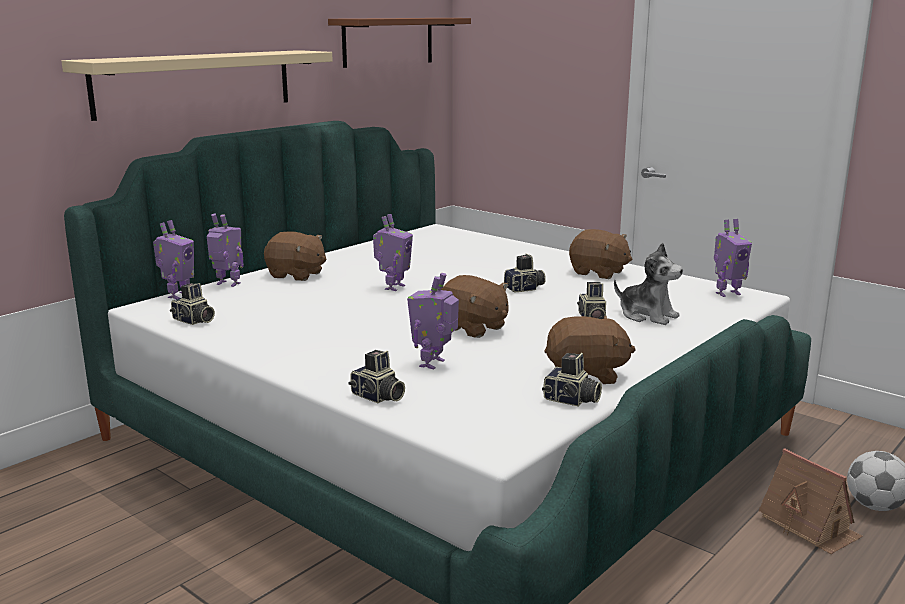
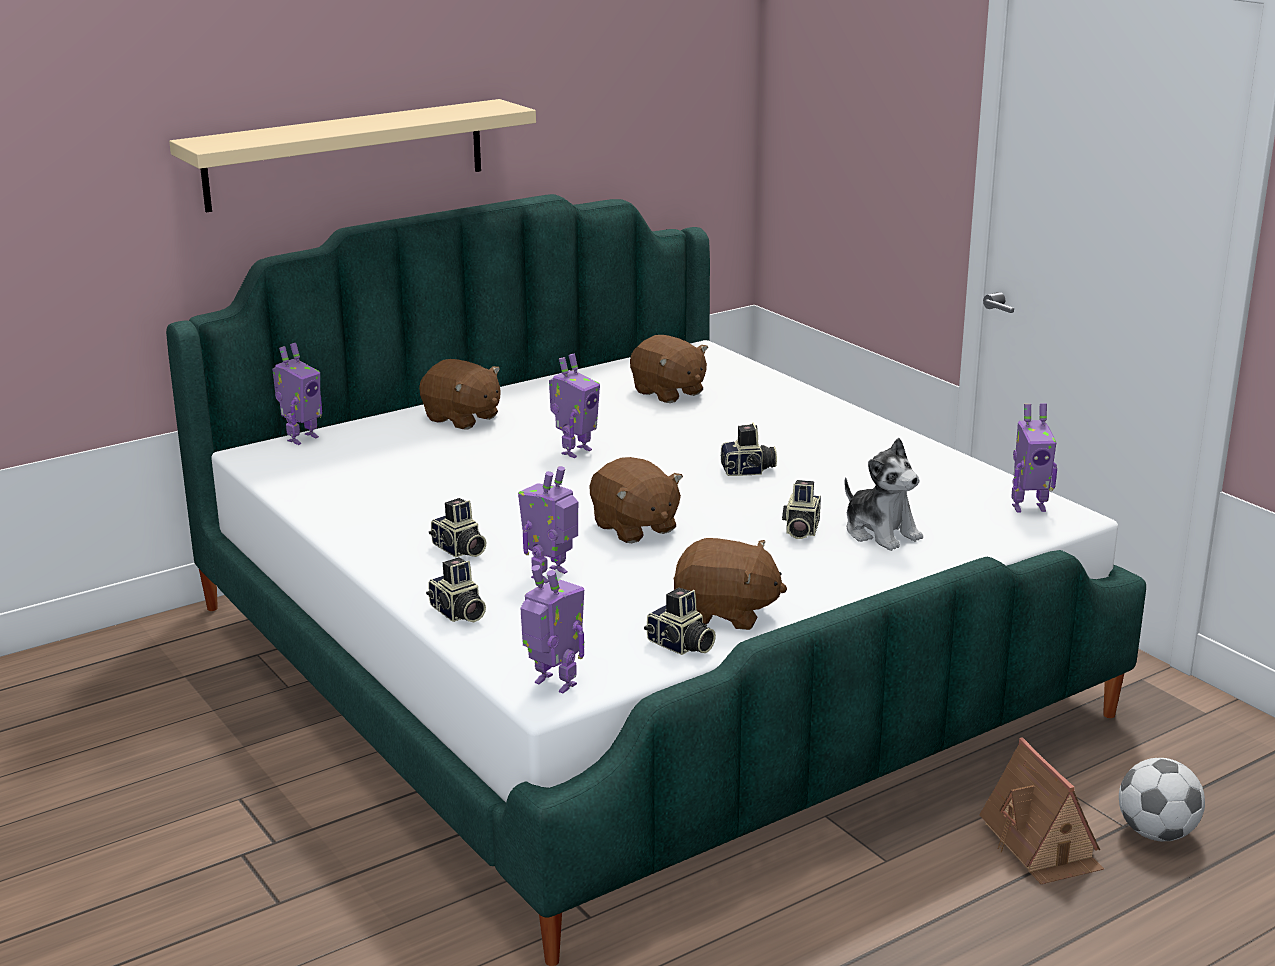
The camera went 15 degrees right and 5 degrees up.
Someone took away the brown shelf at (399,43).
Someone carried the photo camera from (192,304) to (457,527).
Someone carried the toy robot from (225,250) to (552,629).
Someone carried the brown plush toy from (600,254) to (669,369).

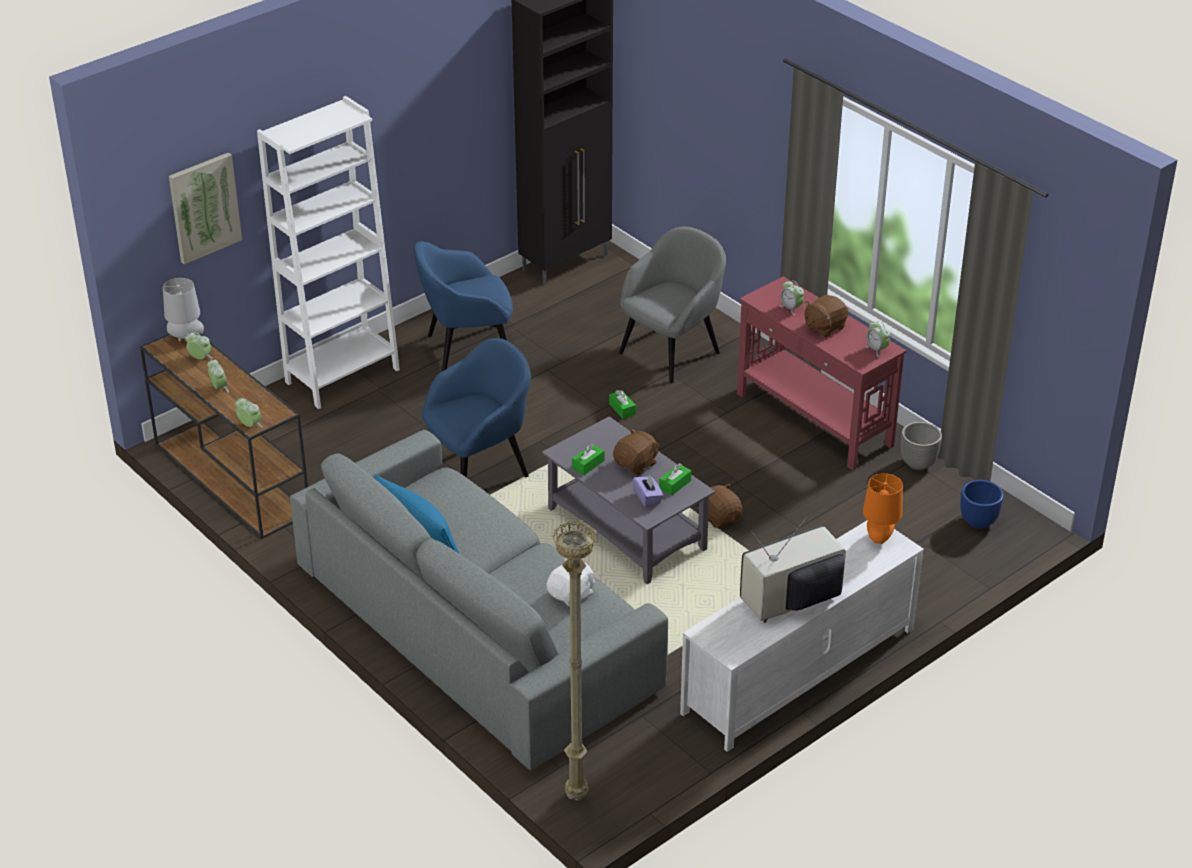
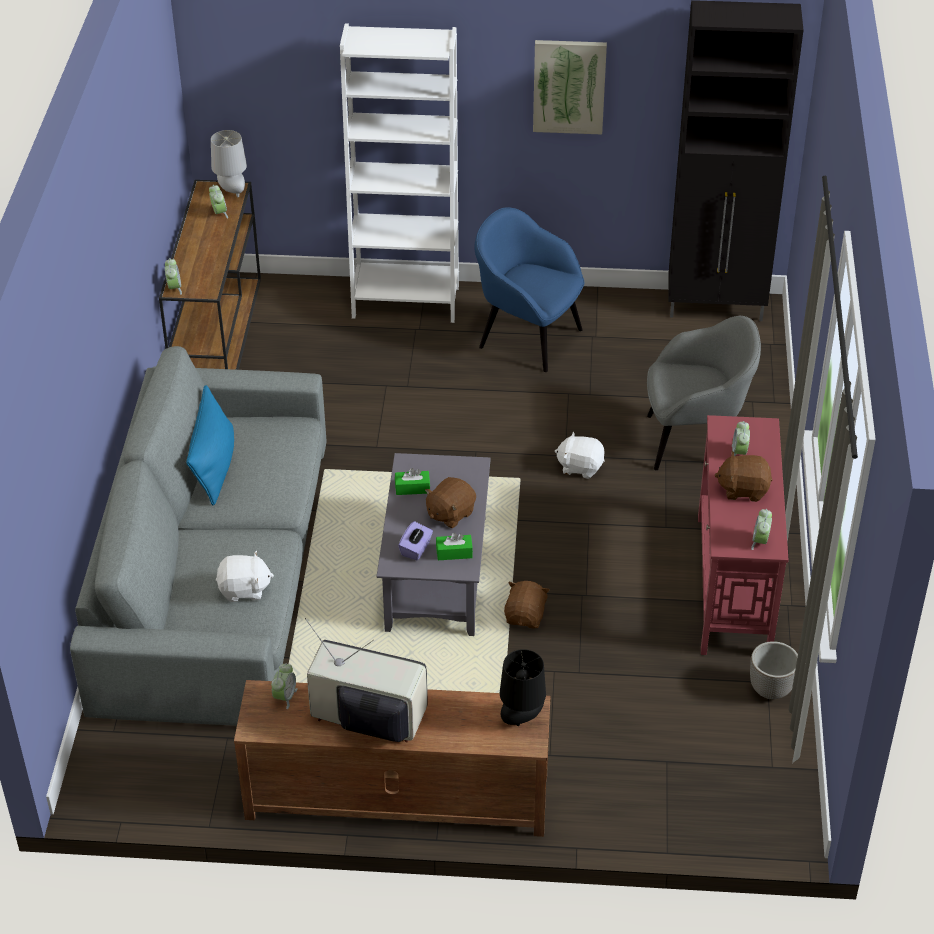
The camera went 45 degrees right and 5 degrees up.
Someone took away the blue armchair at (476,407).
Someone took away the beige floor lamp at (574,661).
Someone took away the blue planter at (981,504).
Someone carried the picture from (205,208) to (570,87).
Someone carried the alarm clock from (218,376) to (284,686).
Someone swapped the green tissue box at (622,404) for the white plush toy at (580,455).
Someone repainted the white tv stand at (802,636), which became the brown tv stand at (392,758).
Someone repainted the orange table lamp at (883,508), which became the black table lamp at (523,687).
Someone rotated the brown plush toy at (636,452) by 135 degrees clockwise.

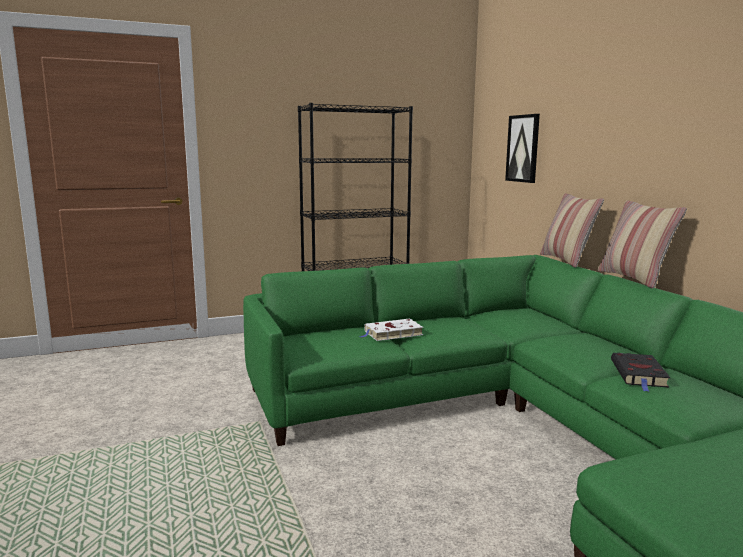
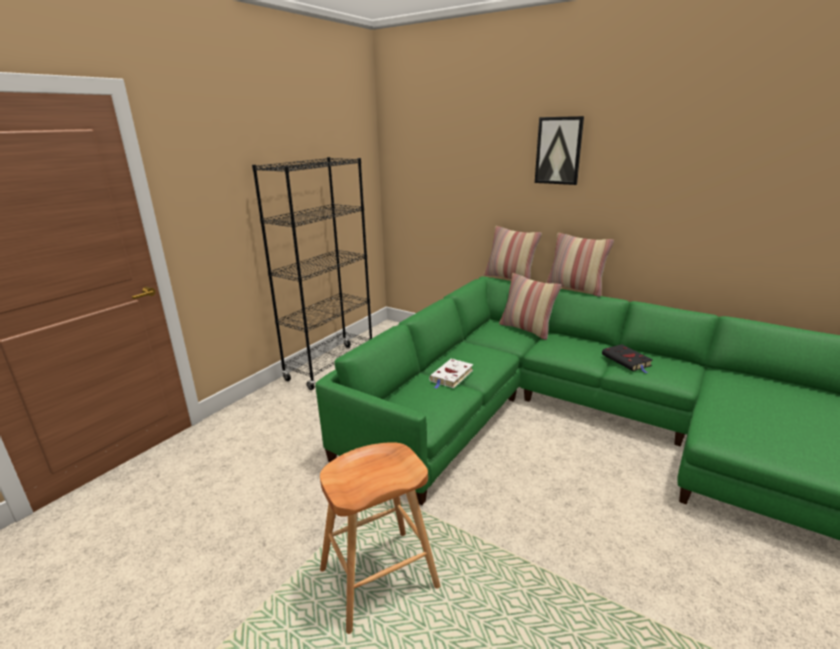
The camera went 35 degrees left and 10 degrees up.
Someone put down the brown stool at (380,538).
Someone put down the pillow at (530,306).
Someone carried the picture from (522,148) to (559,150).

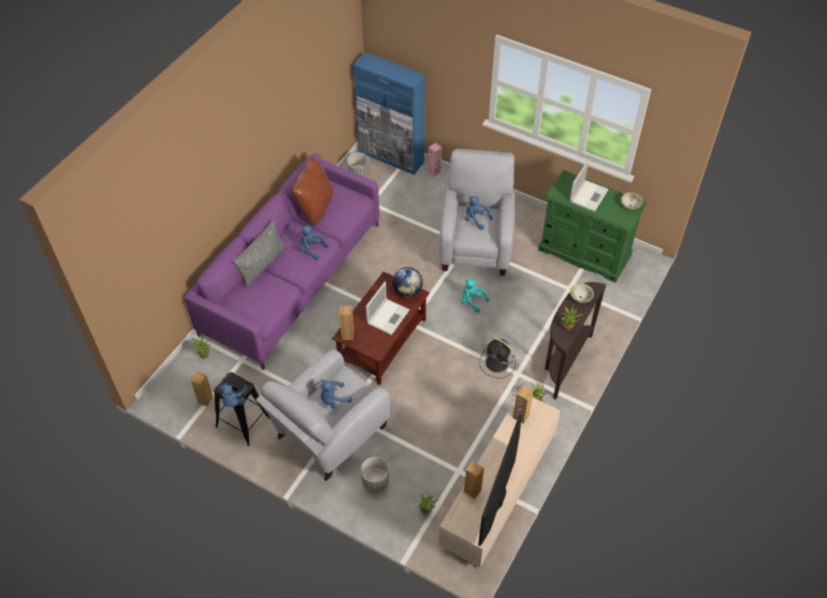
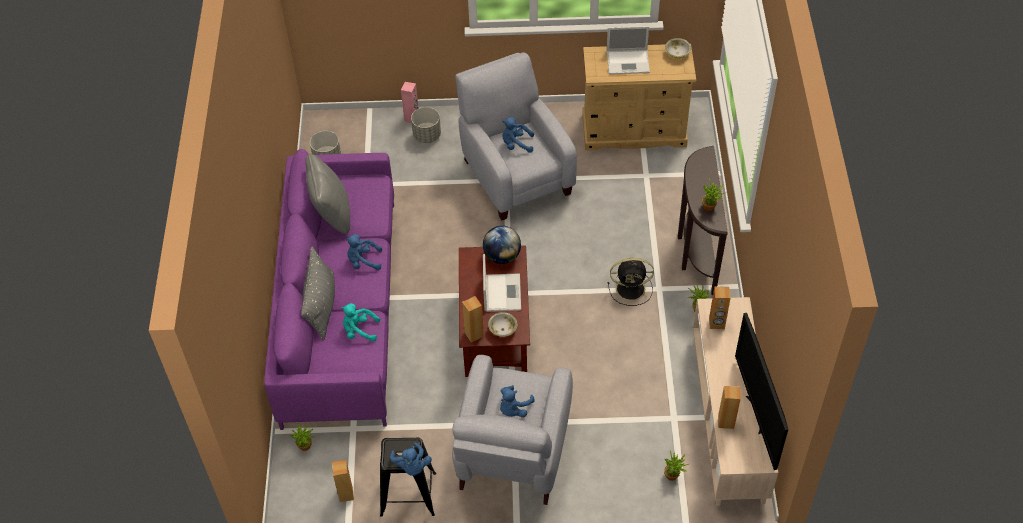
The camera went 30 degrees left and 0 degrees up.
Someone took away the blue cabinet at (389,114).
Someone carried the grey planter from (375,474) to (426,125).
Someone carried the turquoise plush toy from (475,296) to (360,322).
Someone carried the bowl from (582,293) to (502,324).
Someone repainted the brown pillow at (313,191), which became the grey pillow at (327,194).
Someone repainted the green dresser at (592,226), which became the beige dresser at (639,97).
Someone rotated the laptop at (589,186) by 90 degrees clockwise.

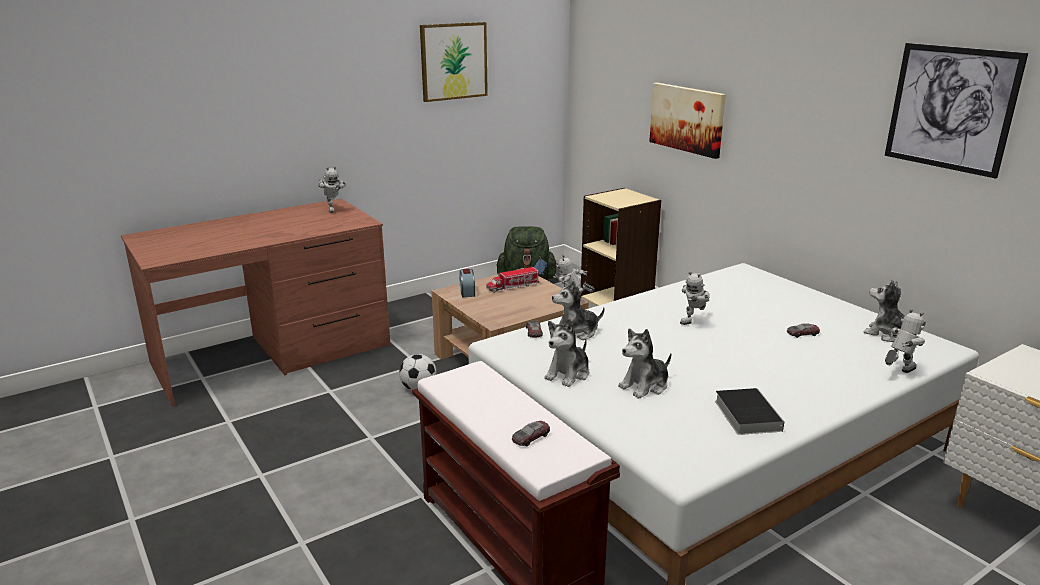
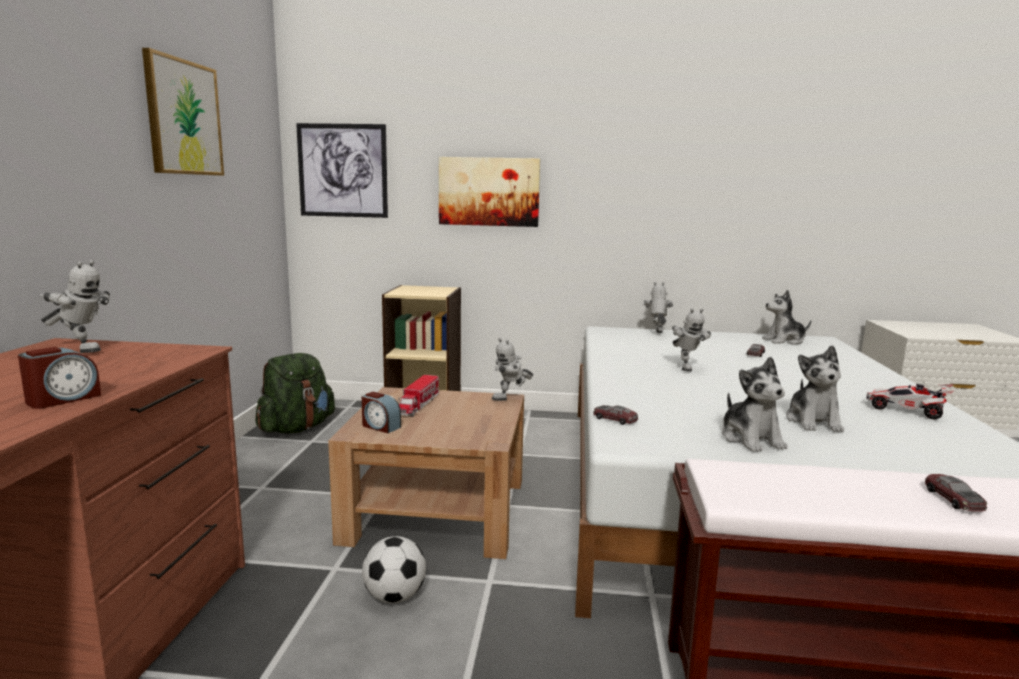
The camera went 50 degrees left and 10 degrees down.
Someone took away the plush toy at (578,310).
Someone put down the alarm clock at (59,378).
Someone carried the picture from (956,111) to (342,170).
Someone carried the toy robot from (905,340) to (658,307).
Someone swapped the book at (750,411) for the toy car at (910,401).

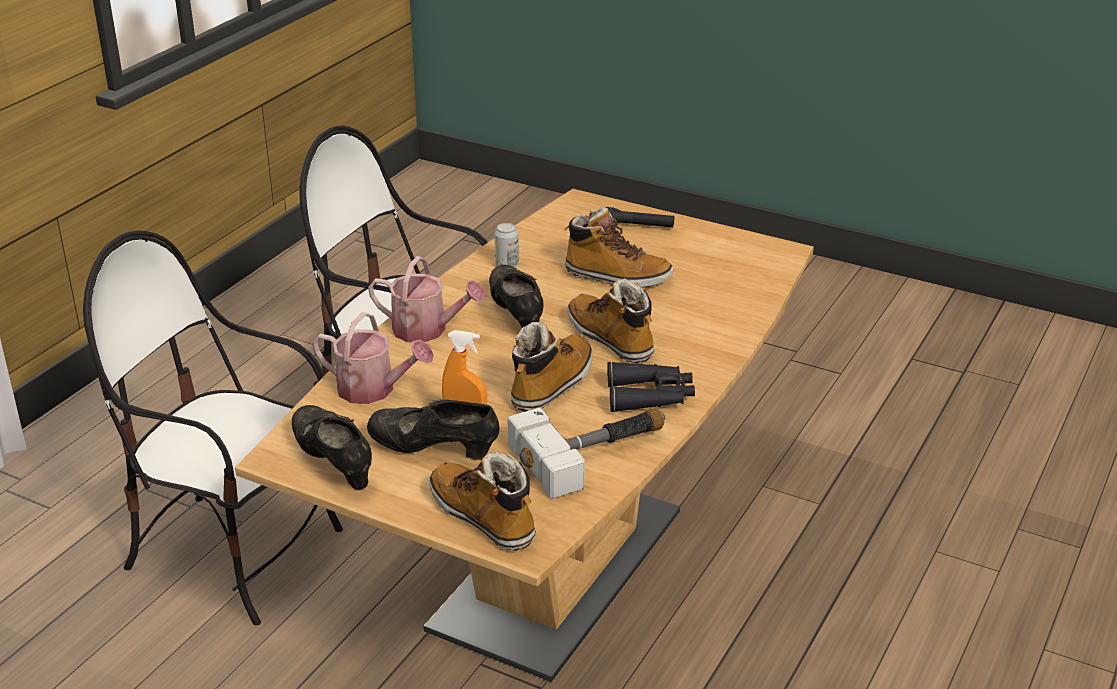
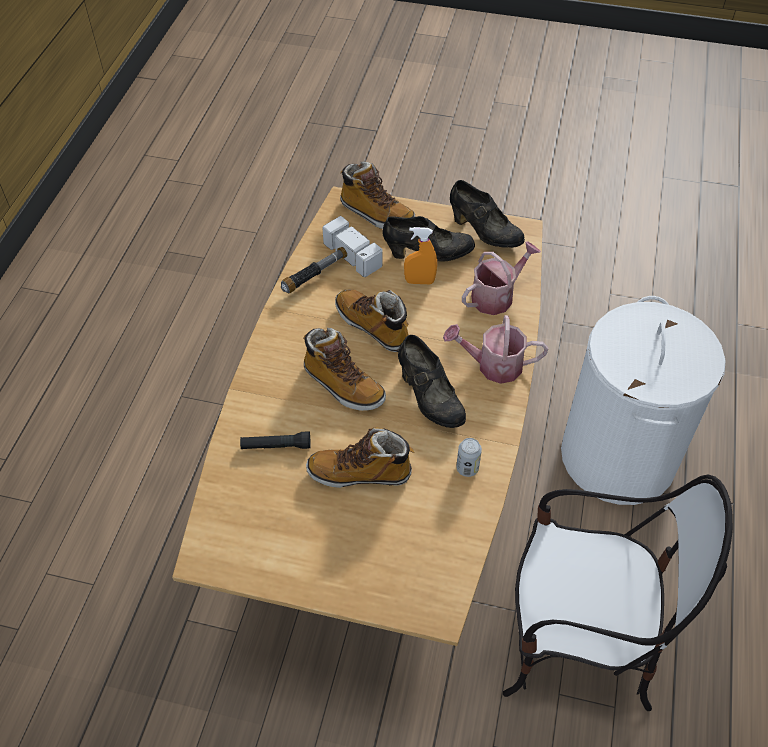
The camera went 165 degrees right and 20 degrees up.
Someone took away the black binoculars at (651,387).
Someone carried the black flashlight from (639,217) to (275,440).
Someone swapped the chair at (213,428) for the white laundry basket at (643,400).
Someone rotated the watering can at (373,358) by 135 degrees clockwise.
Someone rotated the boot at (551,366) by 120 degrees clockwise.

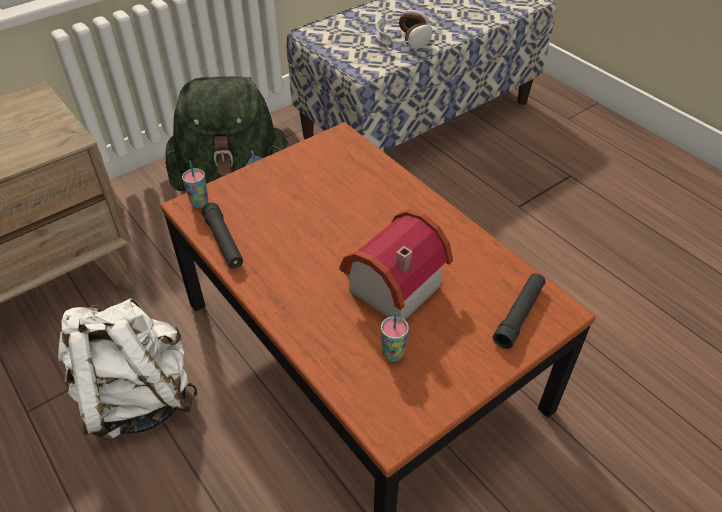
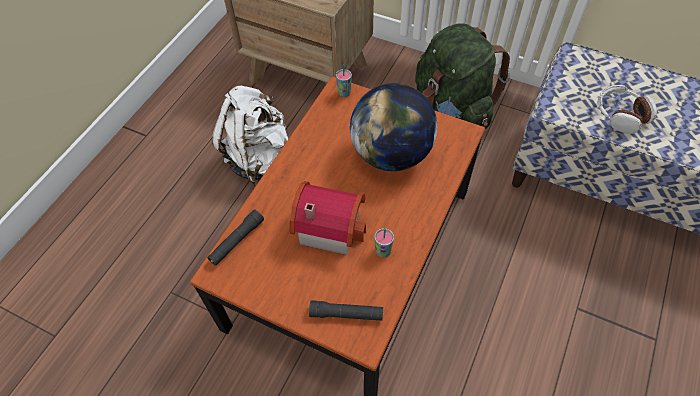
The camera went 65 degrees right and 10 degrees up.
Someone put down the globe at (393,127).
Someone carried the black flashlight from (222,236) to (235,237).
Someone carried the cup from (395,336) to (384,243).

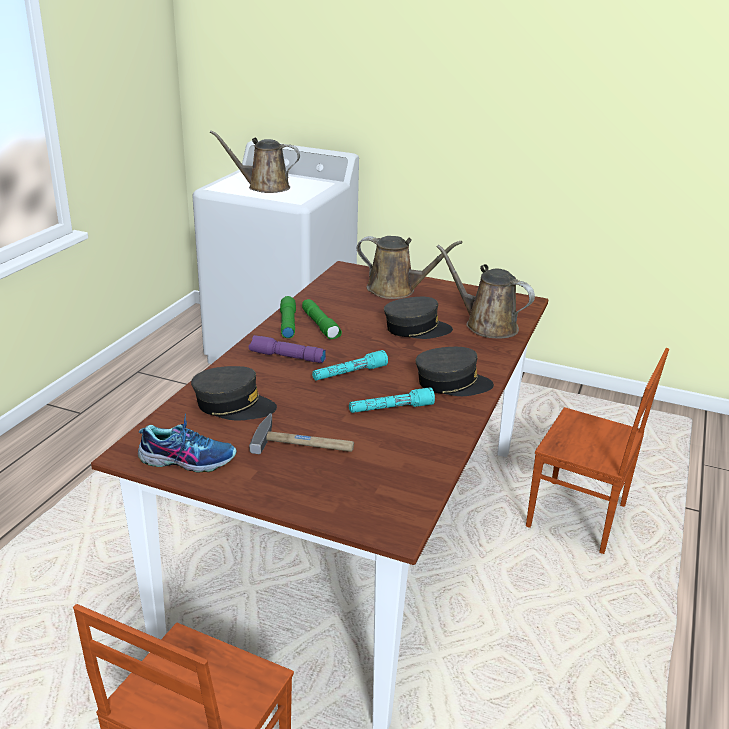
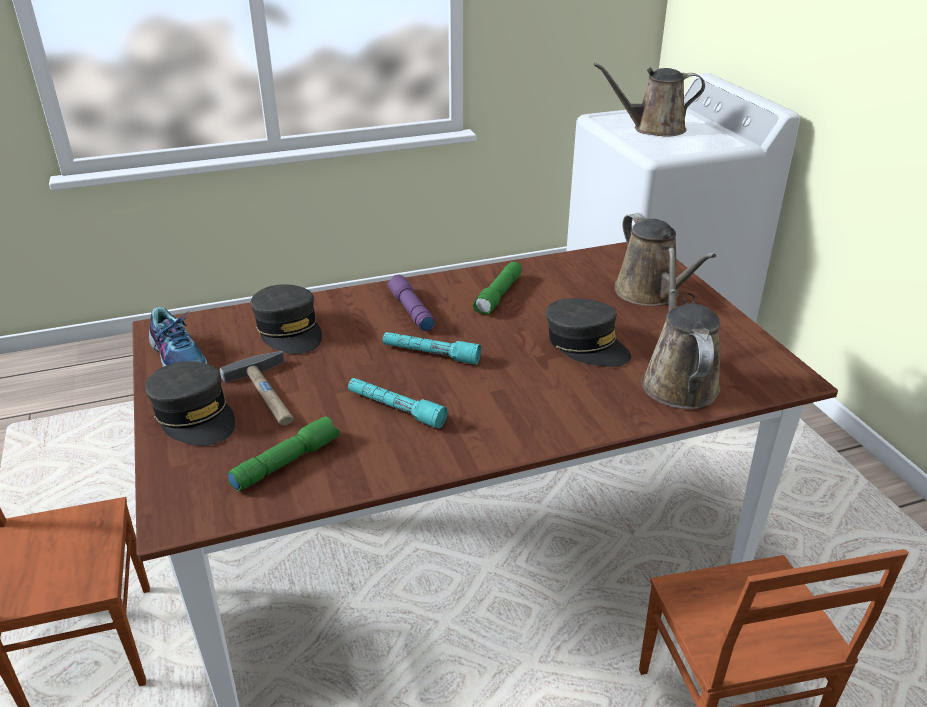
The camera went 50 degrees right and 5 degrees up.
Someone carried the green flashlight from (288,317) to (283,454).
Someone carried the grey cap from (454,371) to (190,403).
Someone rotated the brown watering can at (255,162) by 60 degrees counterclockwise.

